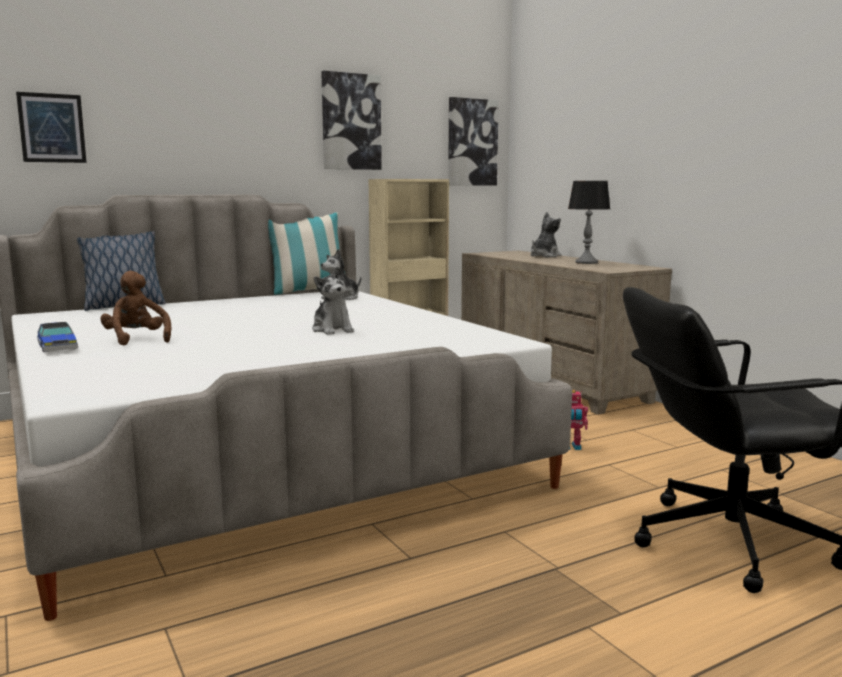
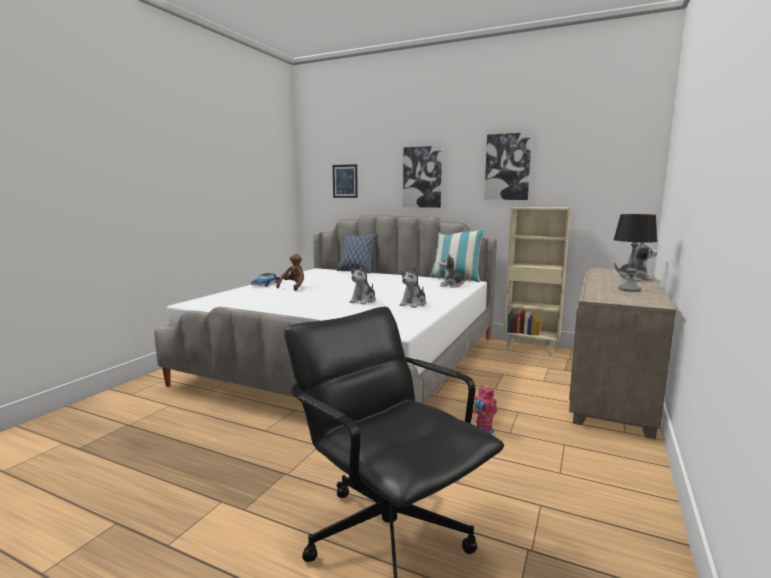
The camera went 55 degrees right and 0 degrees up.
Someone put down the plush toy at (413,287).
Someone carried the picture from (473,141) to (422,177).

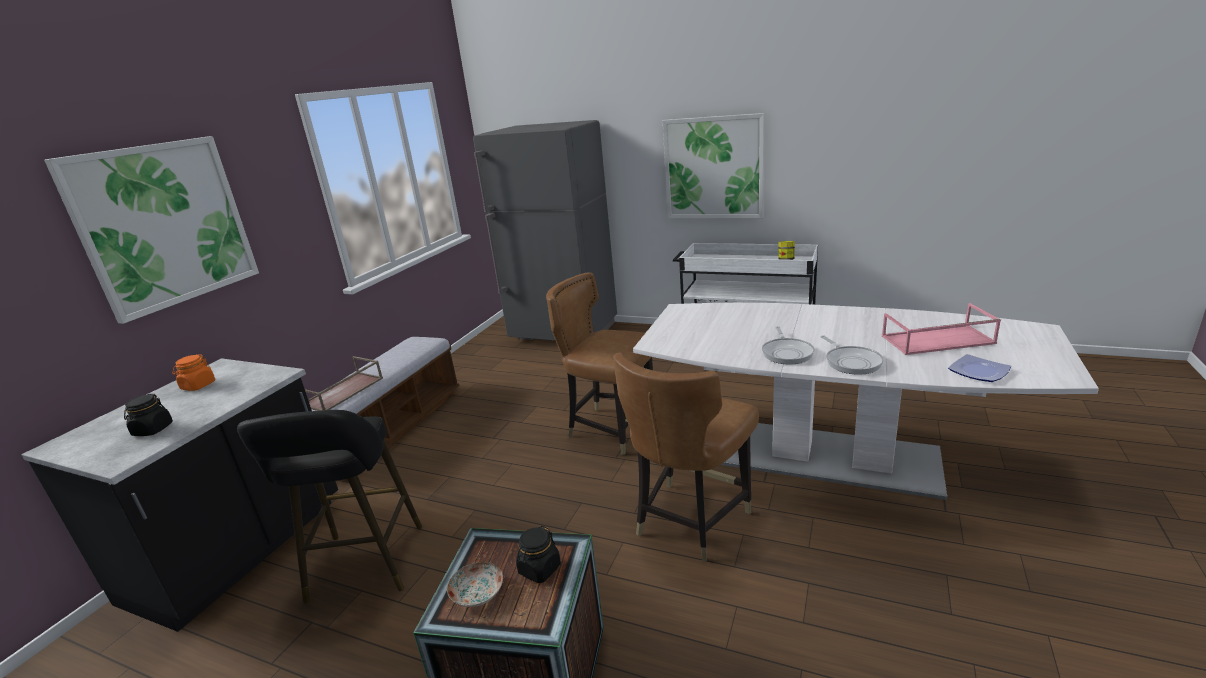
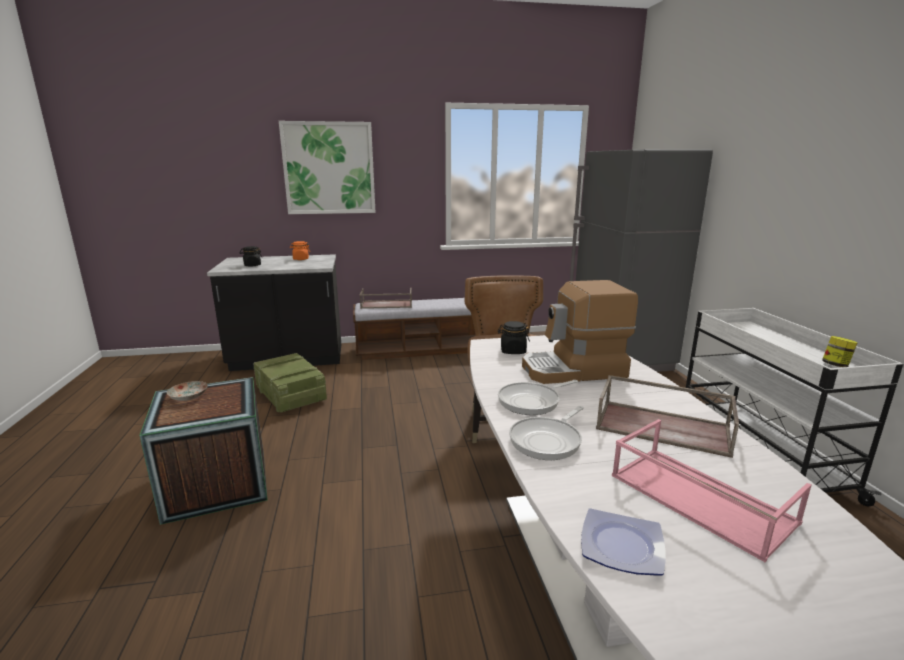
The camera went 55 degrees right and 5 degrees down.
Someone took away the brown chair at (686,457).
Someone took away the picture at (714,165).
Someone put down the coffee machine at (580,332).
Someone put down the brown tray at (667,416).
Someone carried the black jar from (538,554) to (514,337).
Someone swapped the black stool at (329,507) for the crate at (290,383).

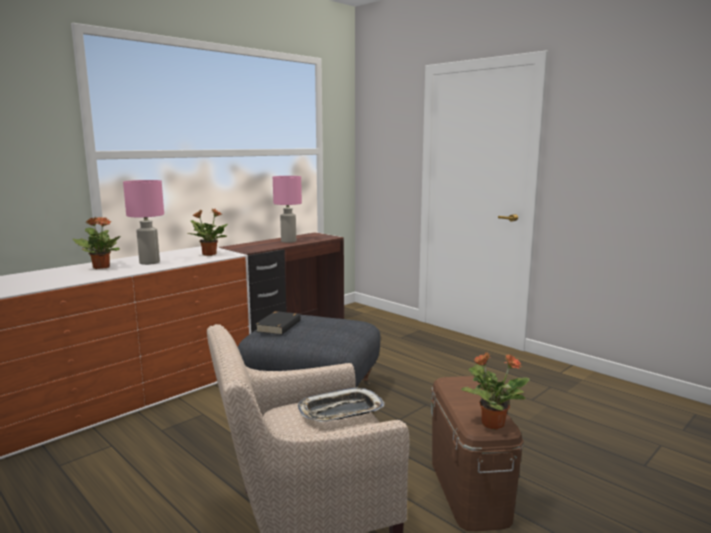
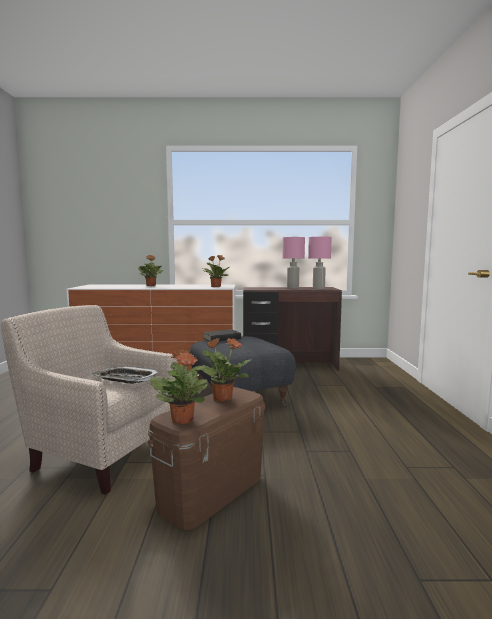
The camera went 45 degrees right and 5 degrees down.
Someone put down the potted plant at (225,370).
Someone carried the pink table lamp from (143,222) to (320,263).

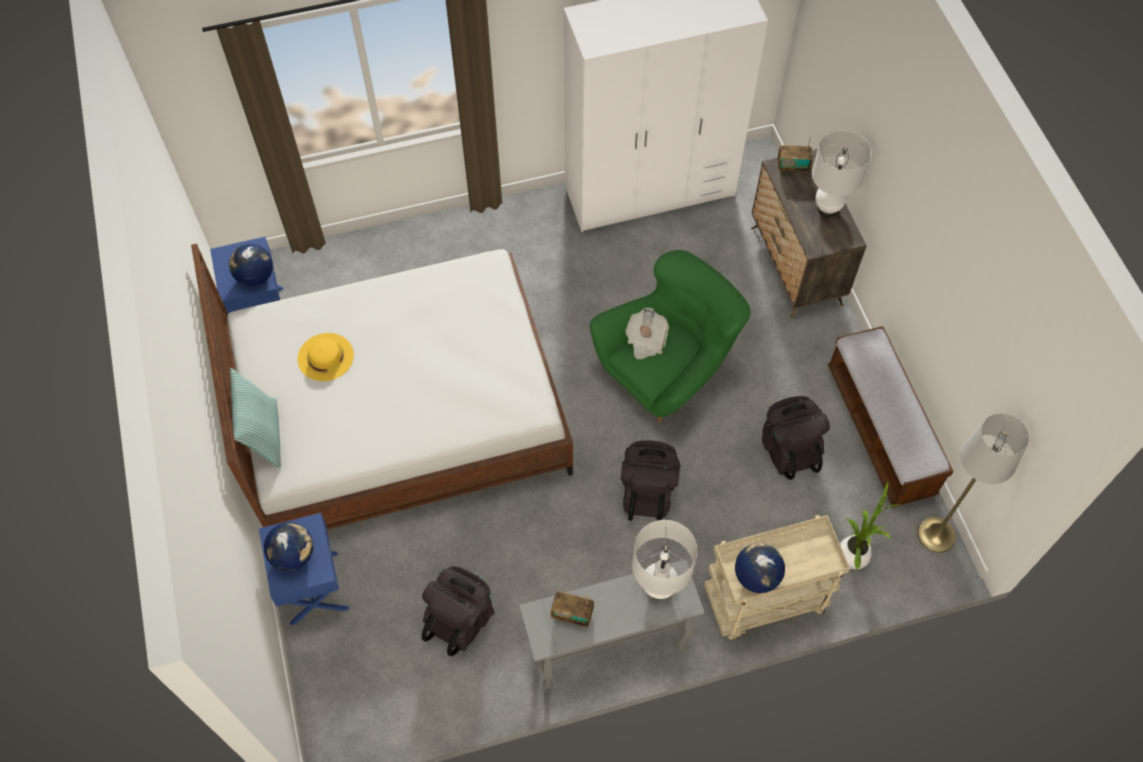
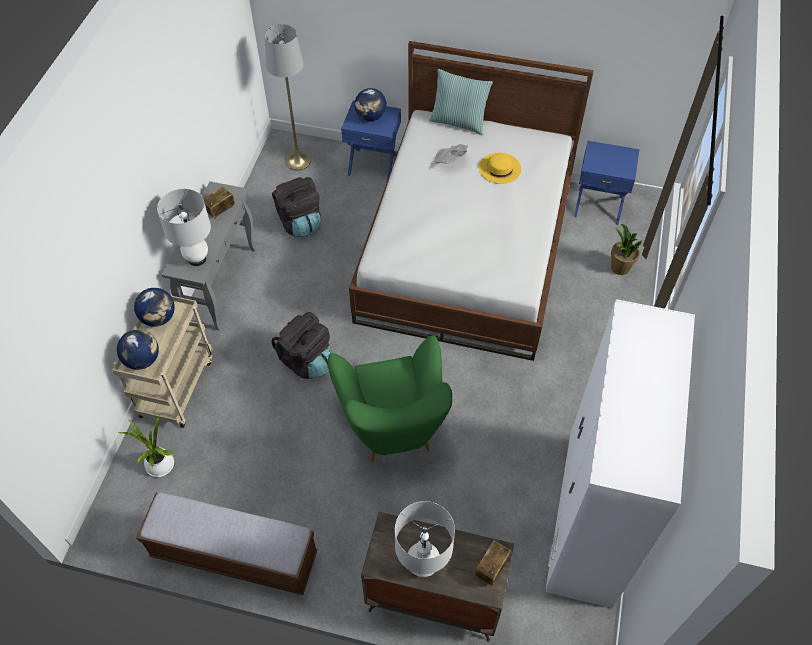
The camera went 120 degrees right and 5 degrees down.
Someone took away the black backpack at (796,438).
Someone put down the potted plant at (627,249).
Someone carried the globe from (251,265) to (138,349).
Someone carried the newspaper from (647,333) to (450,154).
Someone carried the grey floor lamp from (973,483) to (288,97).

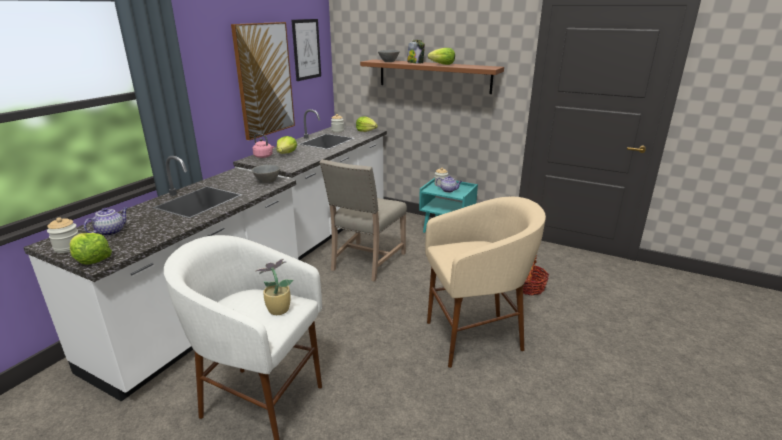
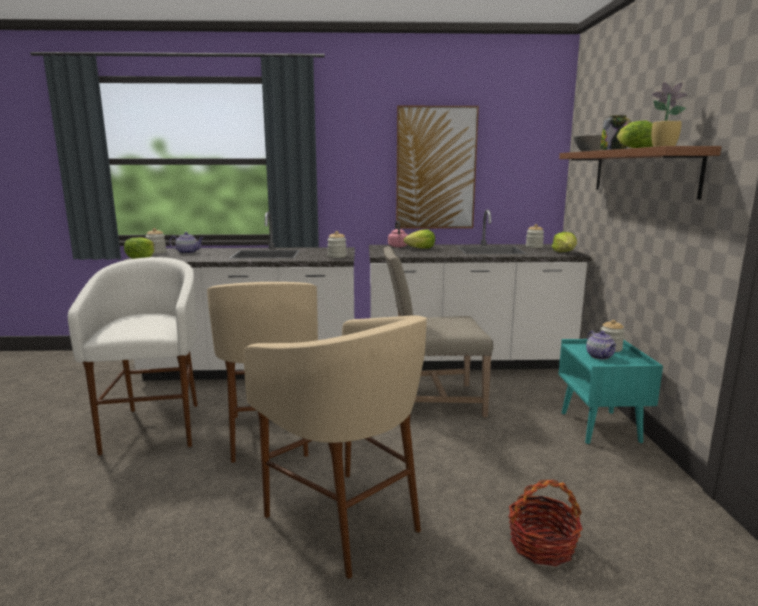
The camera went 60 degrees right and 10 degrees down.
Someone took away the picture at (306,50).
Someone put down the beige stool at (262,372).
Someone carried the potted plant from (274,286) to (669,114).
Someone swapped the grey bowl at (266,174) for the jar at (337,244).

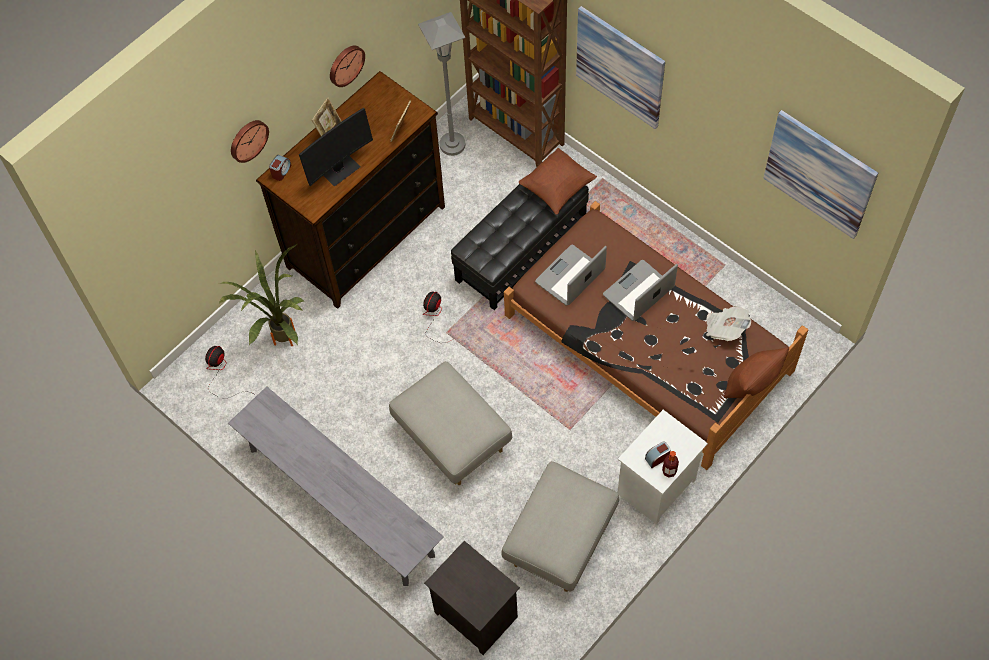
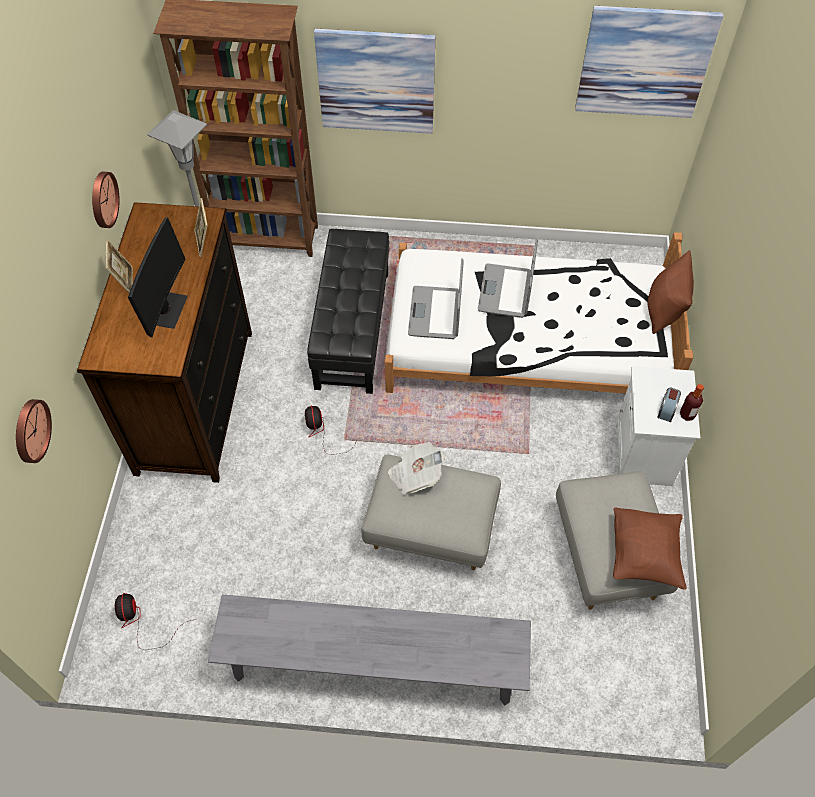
The camera went 40 degrees left and 5 degrees down.
Someone took away the potted plant at (262,295).
Someone took away the alarm clock at (280,168).
Someone took away the black nightstand at (472,598).
Someone carried the wall clock from (250,141) to (34,431).
Someone carried the brown pillow from (558,181) to (650,548).
Someone carried the newspaper from (728,323) to (416,468).
Someone repainted the brown bed at (656,335), which became the white bed at (539,313).

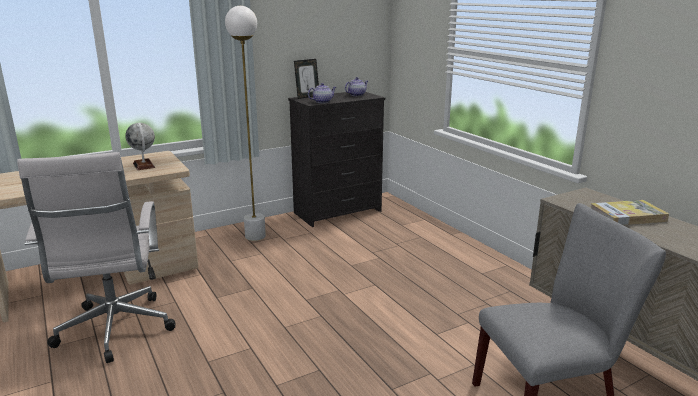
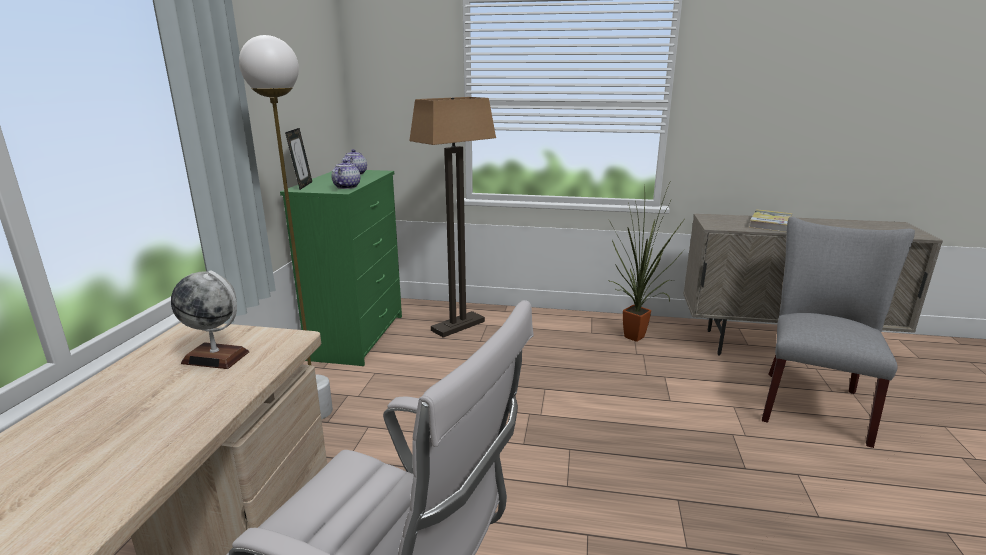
The camera went 50 degrees left and 0 degrees up.
Someone put down the floor lamp at (452,217).
Someone put down the potted plant at (646,261).
Someone repainted the black dresser at (336,159), which became the green dresser at (341,268).

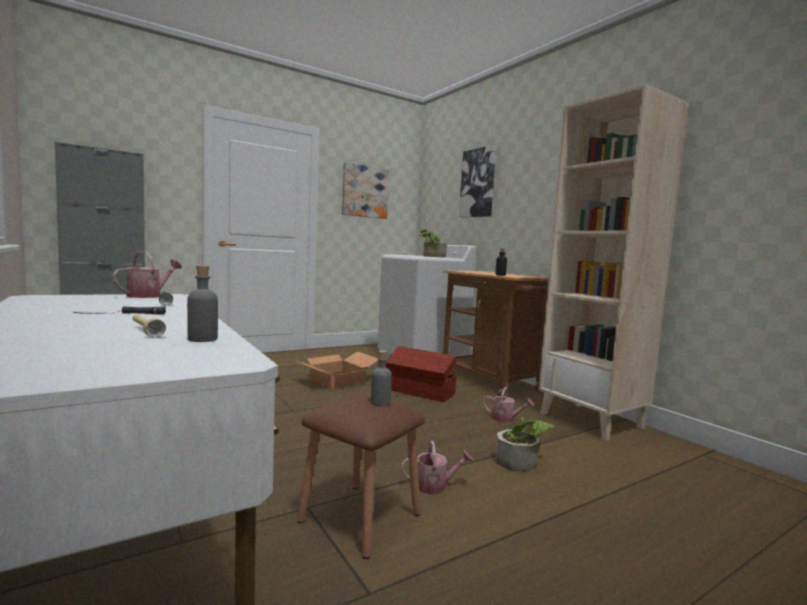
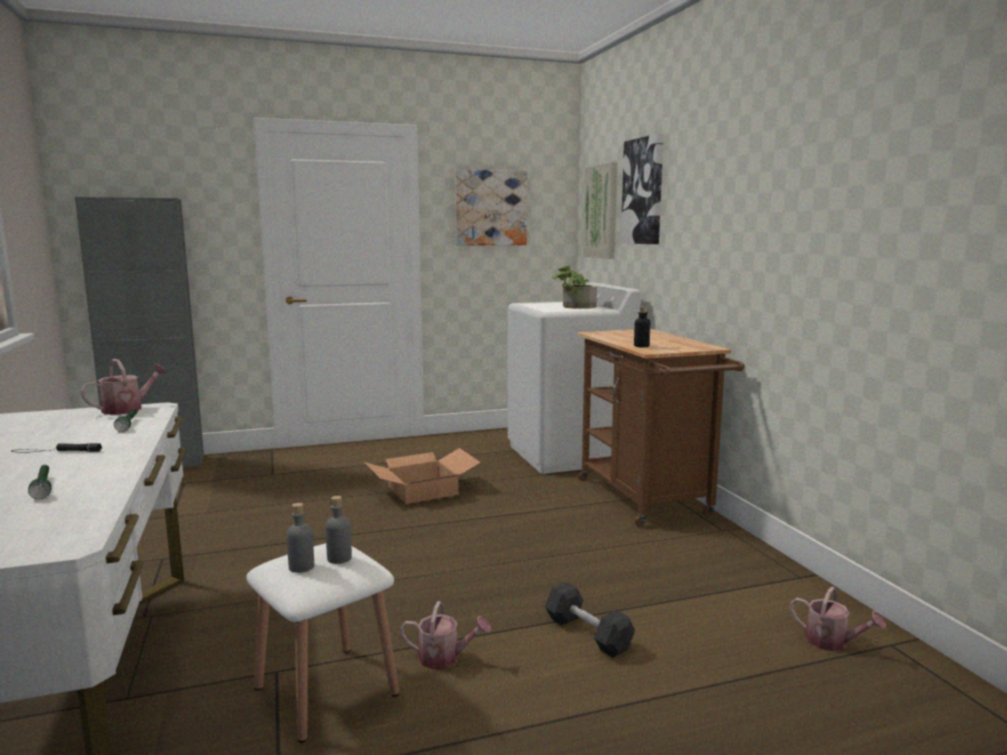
The camera went 15 degrees right and 5 degrees up.
Someone took away the brown storage box at (421,374).
Someone took away the beige bookcase at (613,262).
Someone put up the picture at (600,210).
Someone carried the grey bottle from (202,303) to (300,538).
Someone carried the watering can from (508,405) to (838,618).
Someone swapped the potted plant at (524,444) for the black dumbbell at (590,620).
Someone repainted the beige flashlight at (149,326), which became the green flashlight at (40,482).
Someone repainted the brown stool at (361,476), which became the white stool at (322,643).

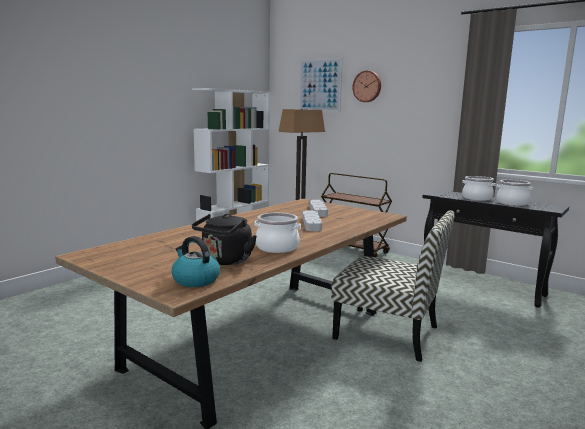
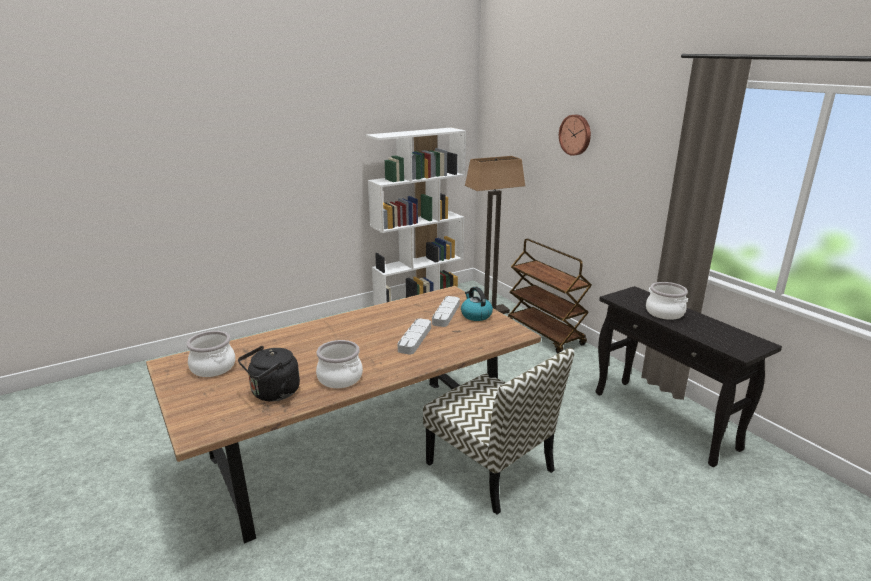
The camera went 20 degrees right and 10 degrees up.
Someone took away the picture at (321,85).
Someone carried the kettle from (195,261) to (477,304).
Someone carried the cooking pot from (514,193) to (210,354).

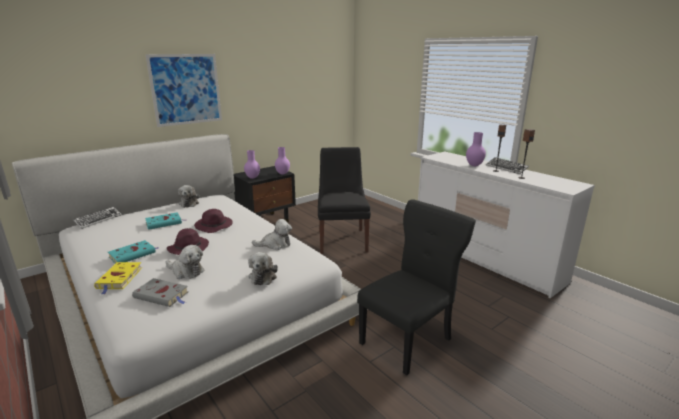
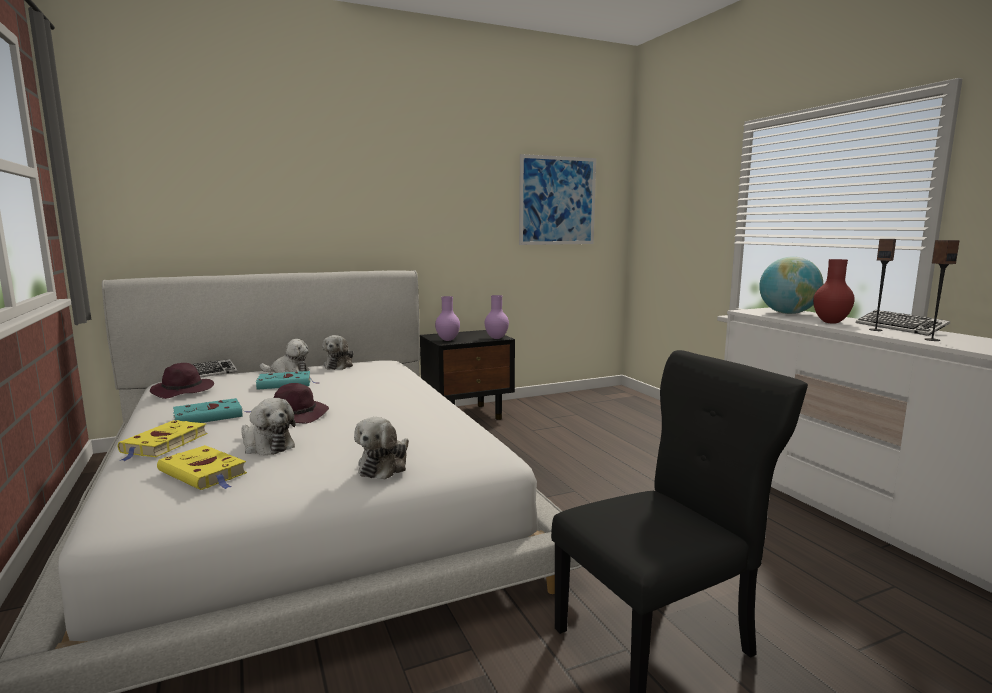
The camera went 15 degrees right and 10 degrees down.
Someone took away the black chair at (344,200).
Someone put down the globe at (791,285).
Someone carried the picture from (183,90) to (557,199).
Someone carried the purple hat from (213,221) to (182,381).
Someone carried the plush toy from (272,234) to (284,356).
Someone repainted the grey book at (160,292), which became the yellow book at (202,467).
Someone repainted the purple vase at (476,149), which became the red vase at (834,291).

